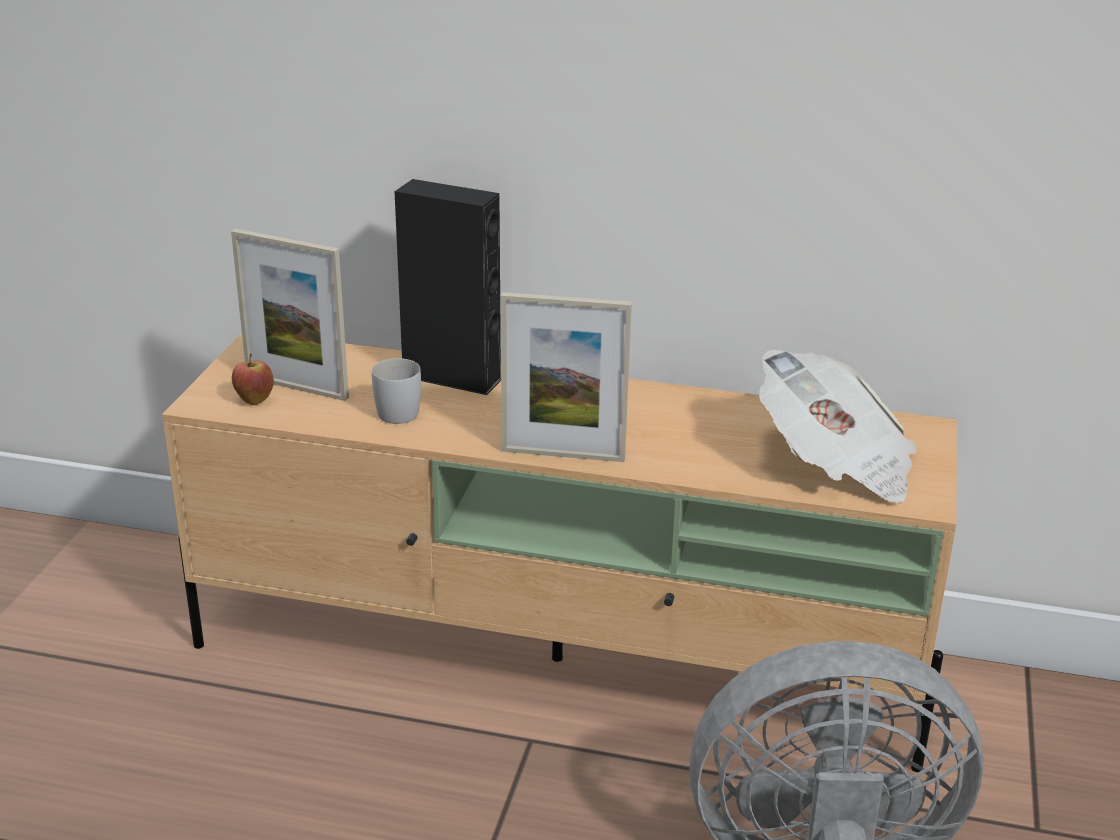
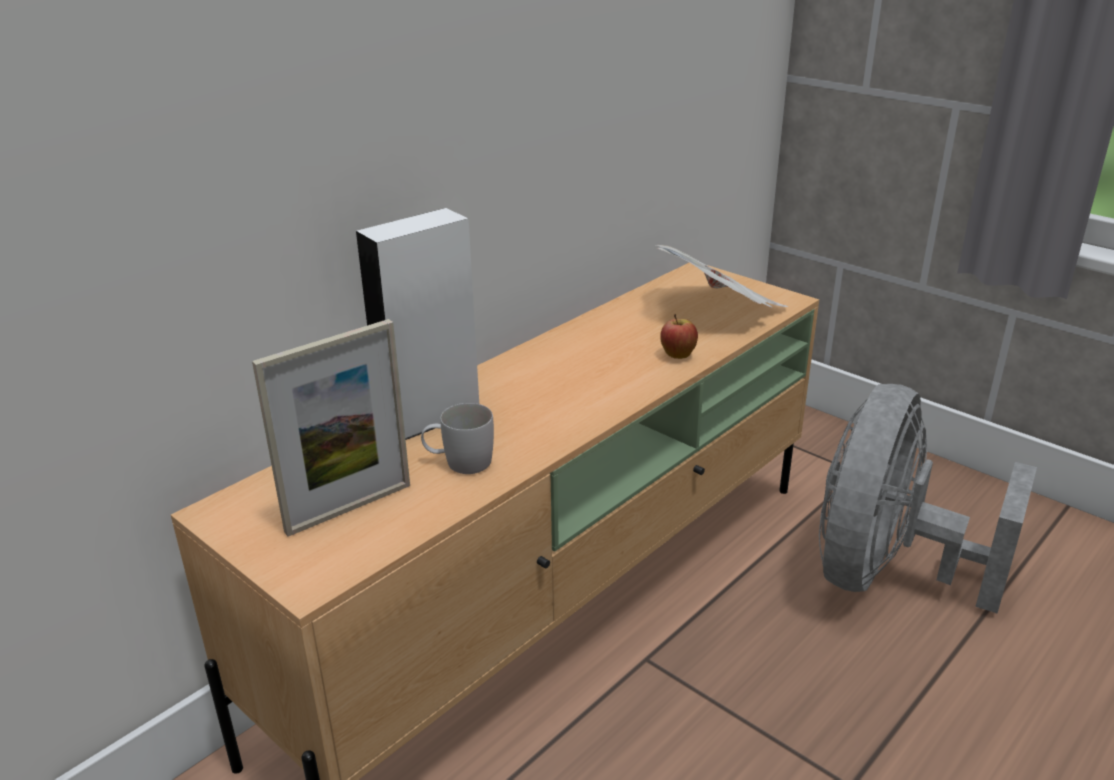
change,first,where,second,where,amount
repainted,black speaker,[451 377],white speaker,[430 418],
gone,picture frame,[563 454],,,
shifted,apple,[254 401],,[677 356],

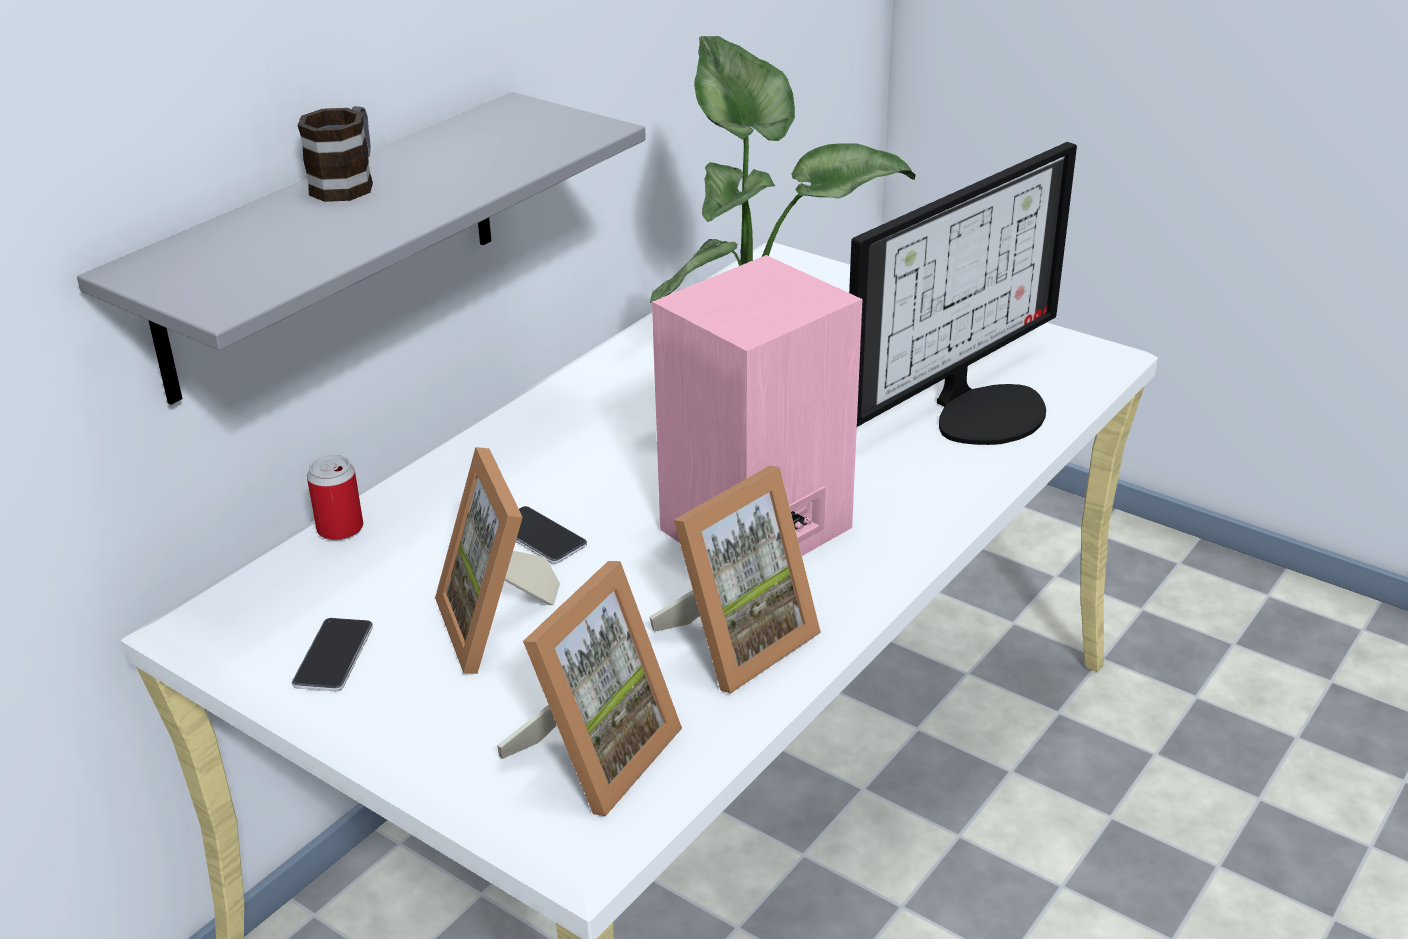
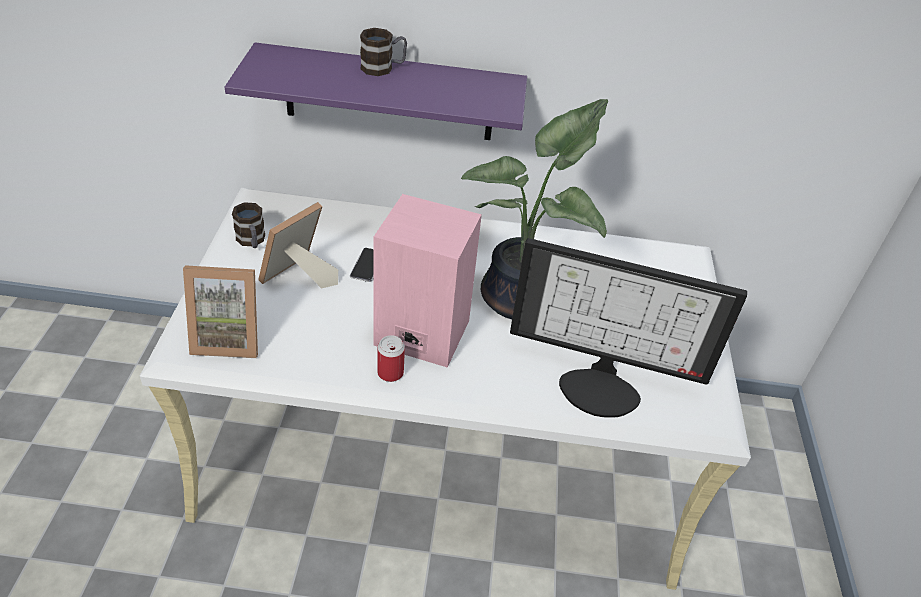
change,first,where,second,where,amount
repainted,grey shelf,[331 245],purple shelf,[389 93],
shifted,can,[340 529],,[390 373],
gone,picture frame,[736 641],,,
swapped,phone,[334 656],mug,[252 241],

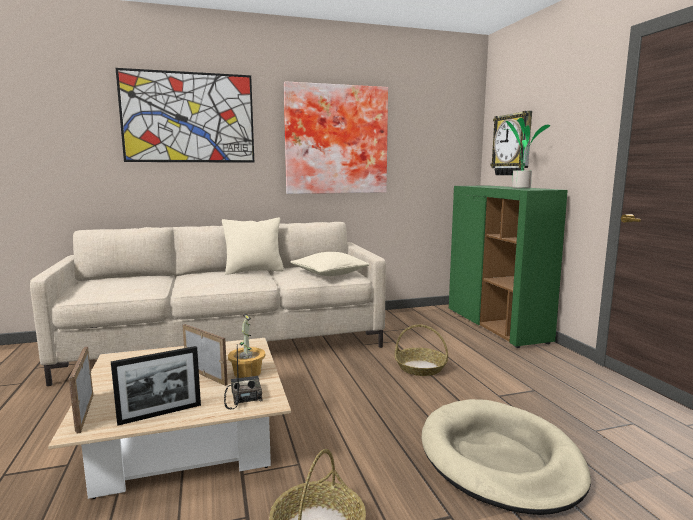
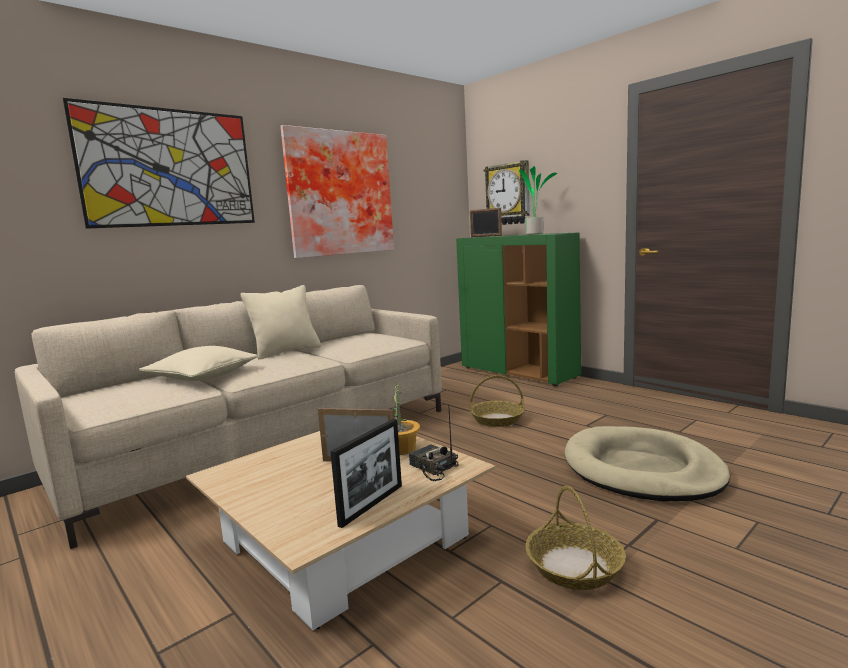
change,first,where,second,where,amount
shifted,beige pillow,[329 273],,[202 376],
shifted,picture frame,[85 413],,[485 236],

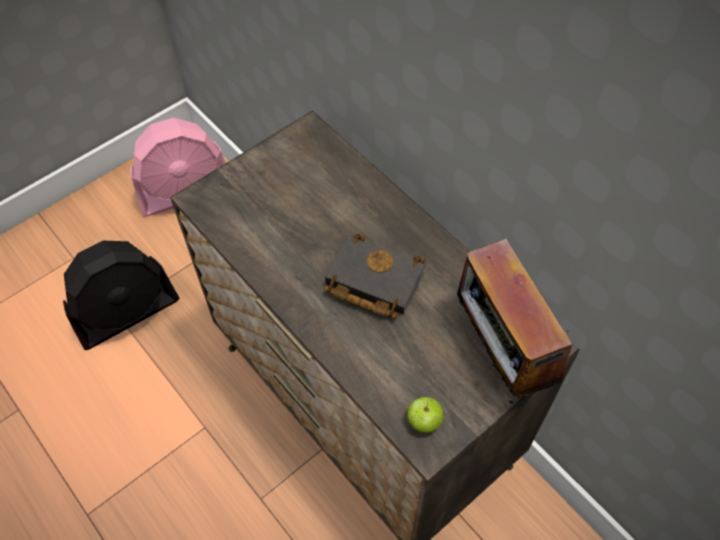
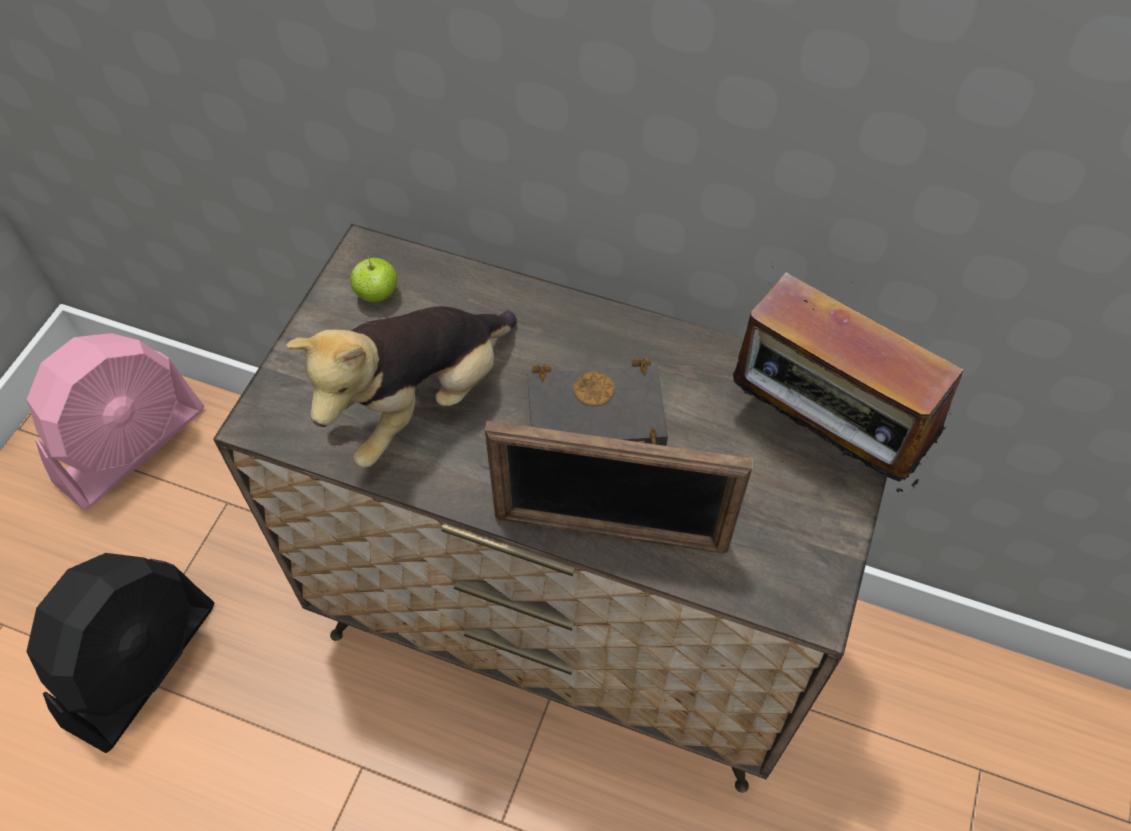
change,first,where,second,where,amount
shifted,apple,[424 421],,[377 294],
new,,,plush toy,[420 403],
new,,,picture frame,[610 532],

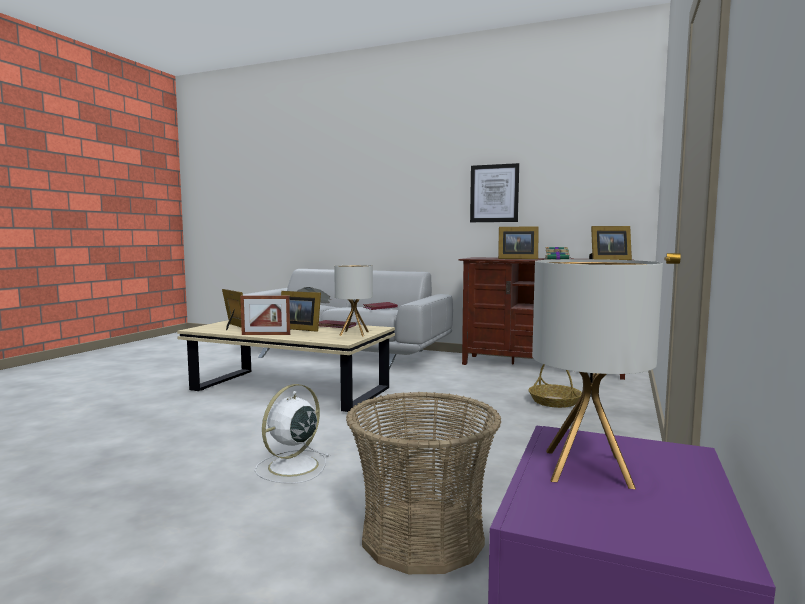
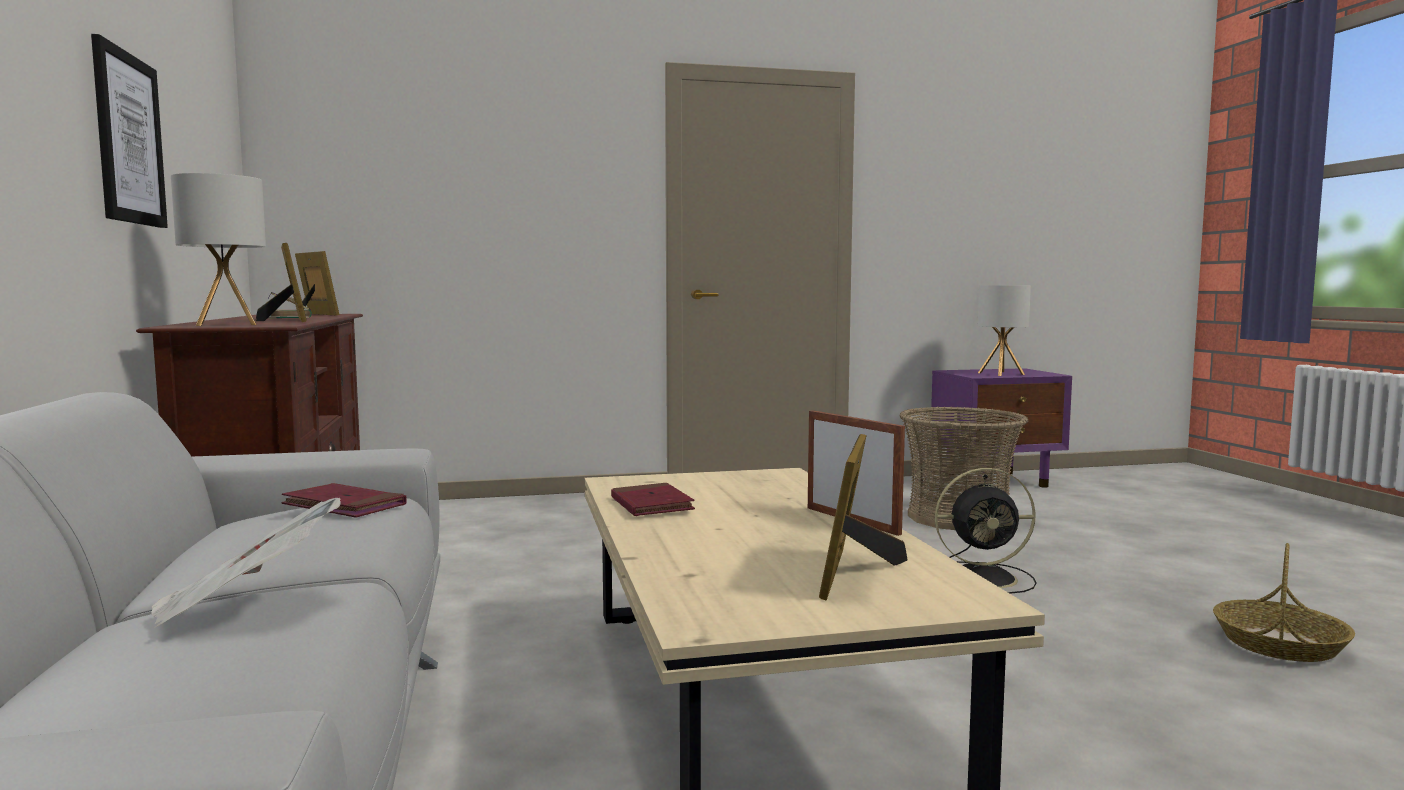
change,first,where,second,where,amount
shifted,table lamp,[354 333],,[227 324],
gone,picture frame,[300 329],,,
shifted,basket,[555 402],,[1279 644],
repainted,white fan,[291 467],black fan,[985 578],

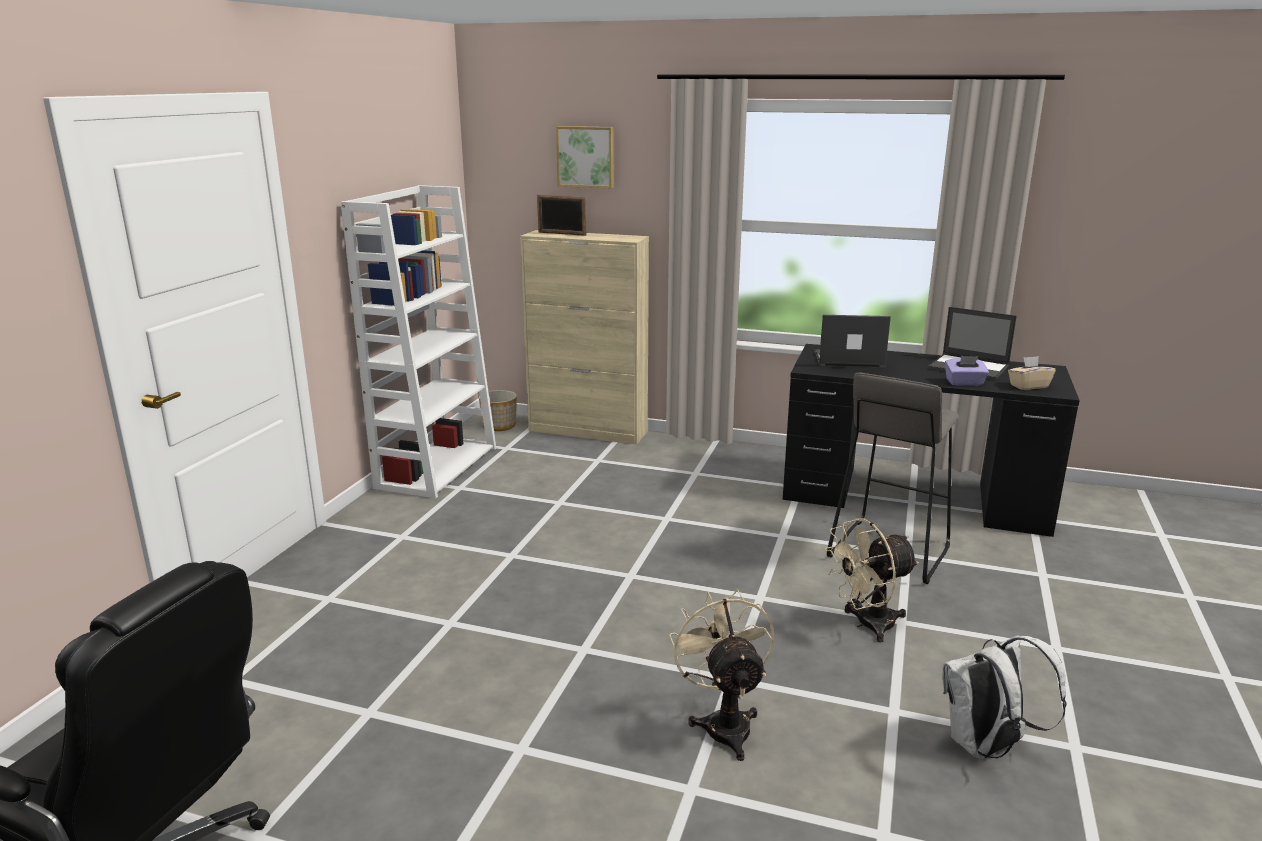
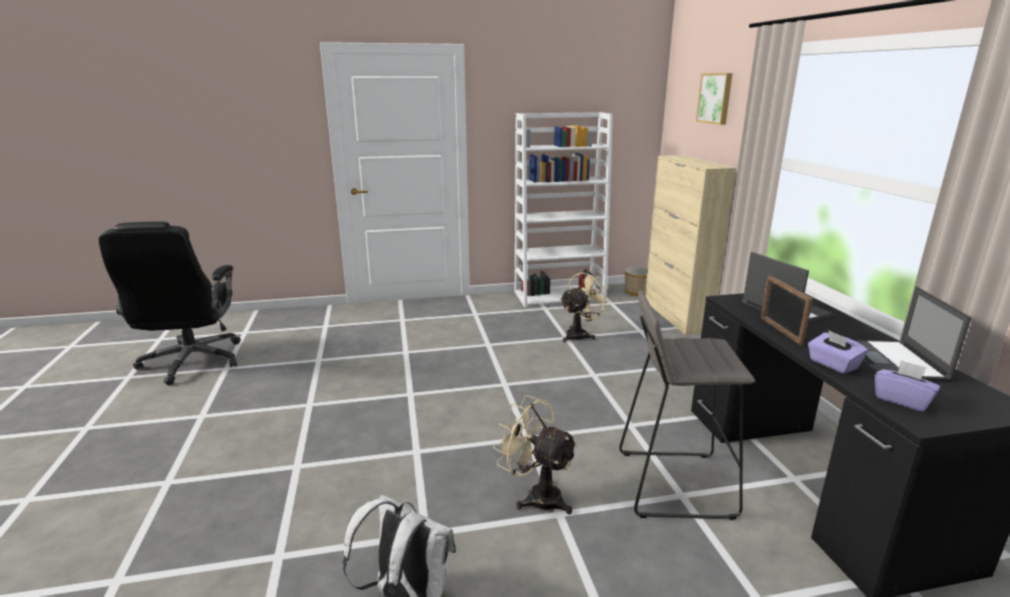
change,first,where,second,where,amount
shifted,picture frame,[562 234],,[780 331],
repainted,beige tissue box,[1028 386],purple tissue box,[902 400],
shifted,beige fan,[724 723],,[580 334],

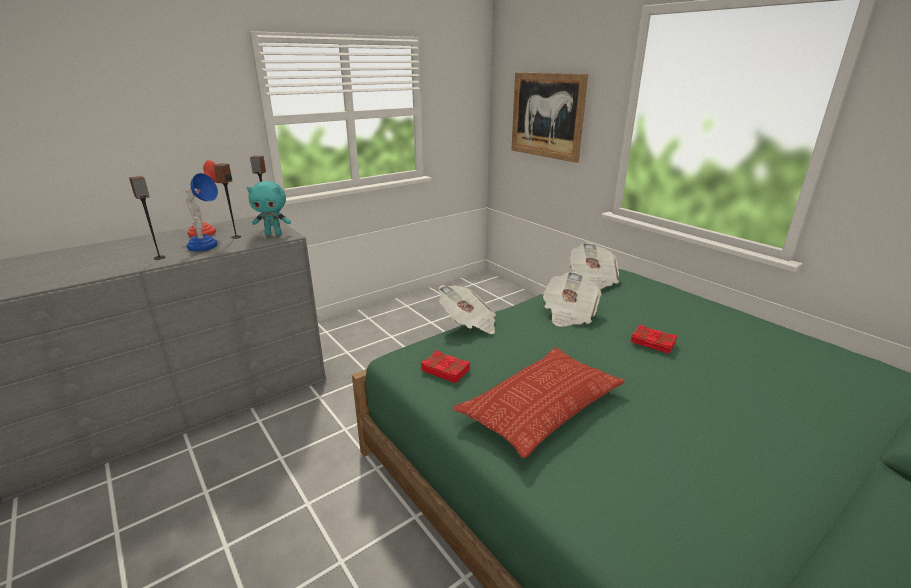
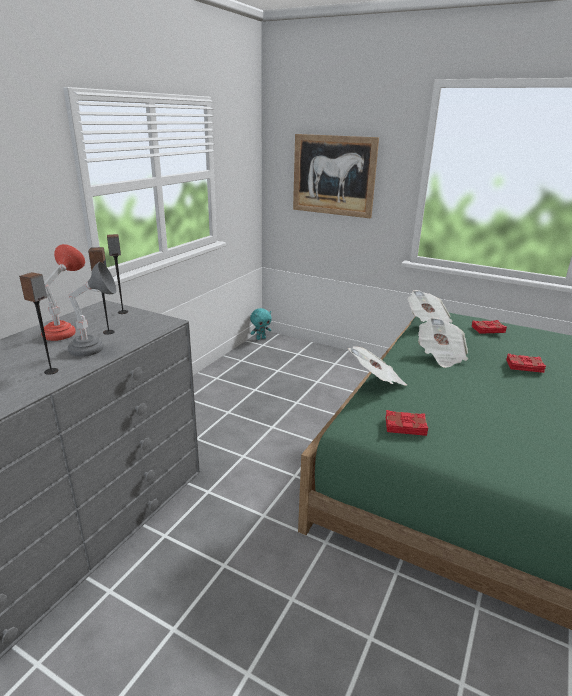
change,first,where,second,where,amount
repainted,blue table lamp,[208 248],grey table lamp,[96 350],
shifted,turquoise plush toy,[274 234],,[261 338],
gone,pillow,[541 406],,,
new,,,red book,[487 329],

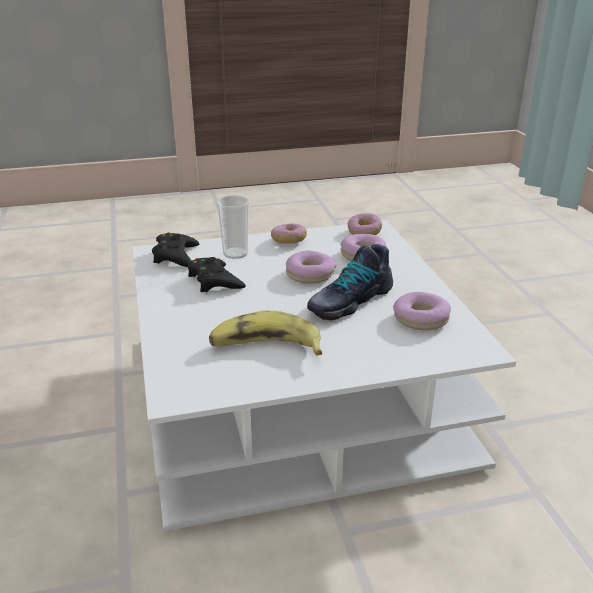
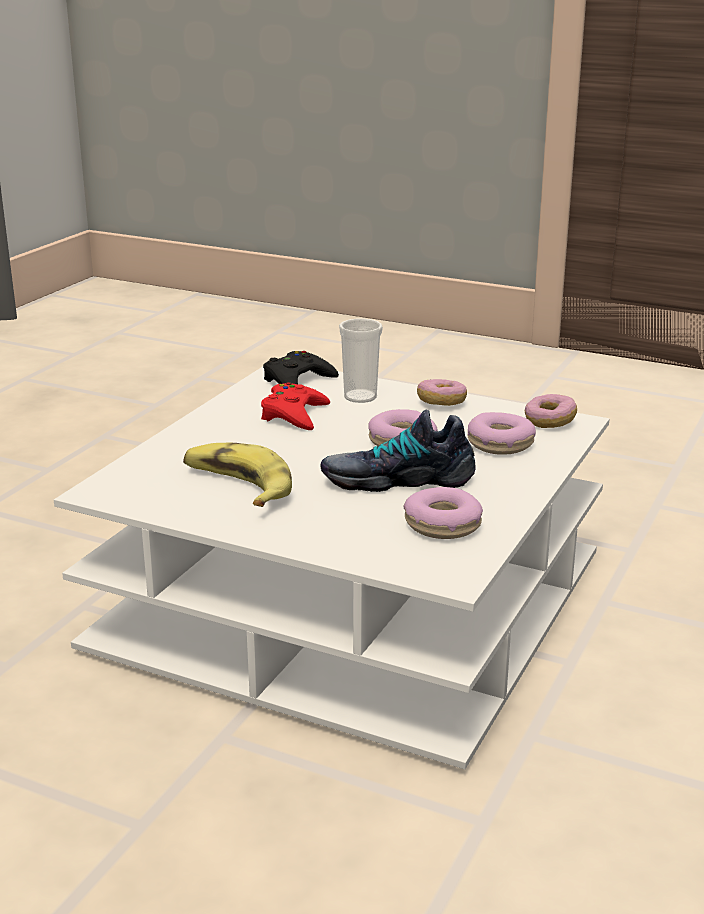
change,first,where,second,where,amount
repainted,black game controller,[214 281],red game controller,[294 415],

